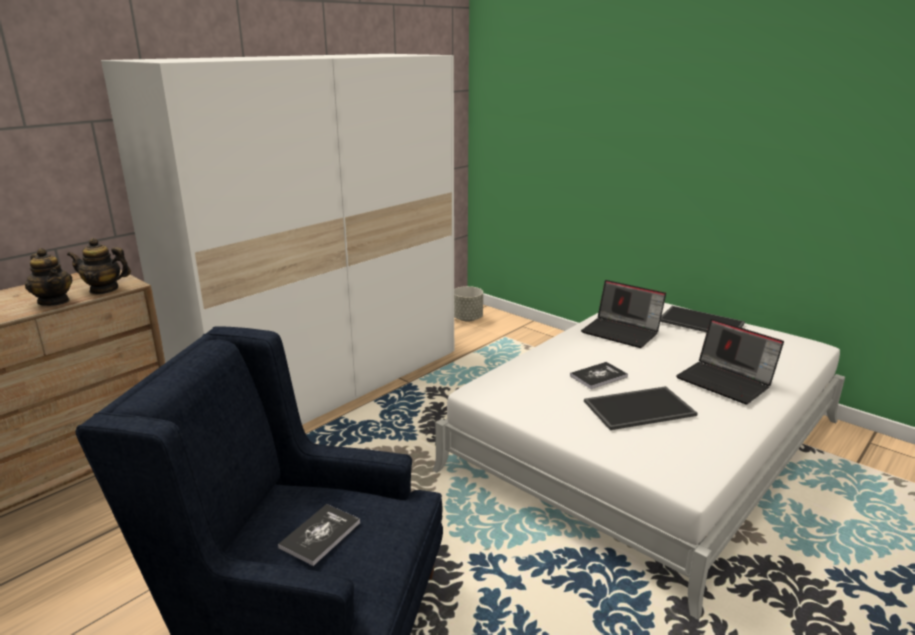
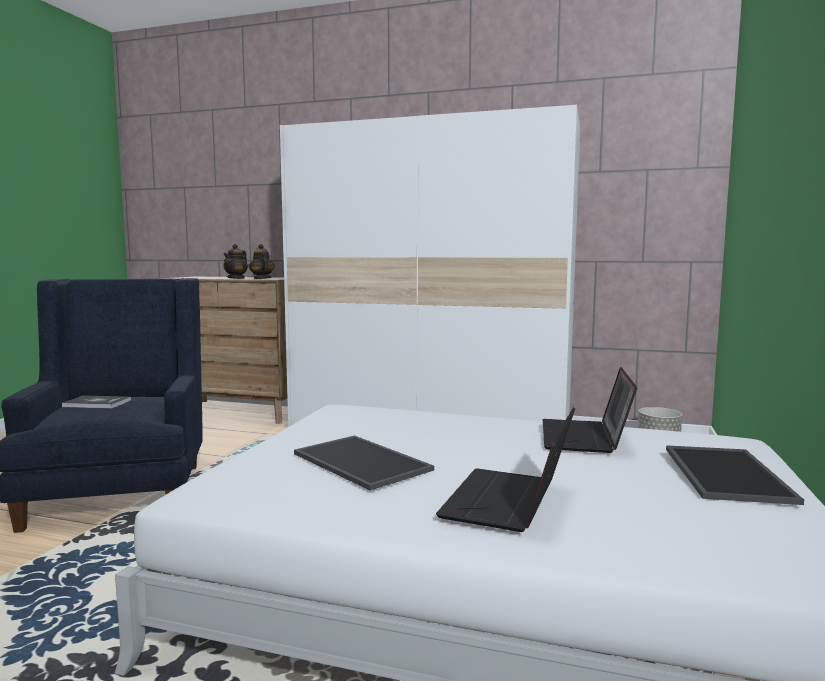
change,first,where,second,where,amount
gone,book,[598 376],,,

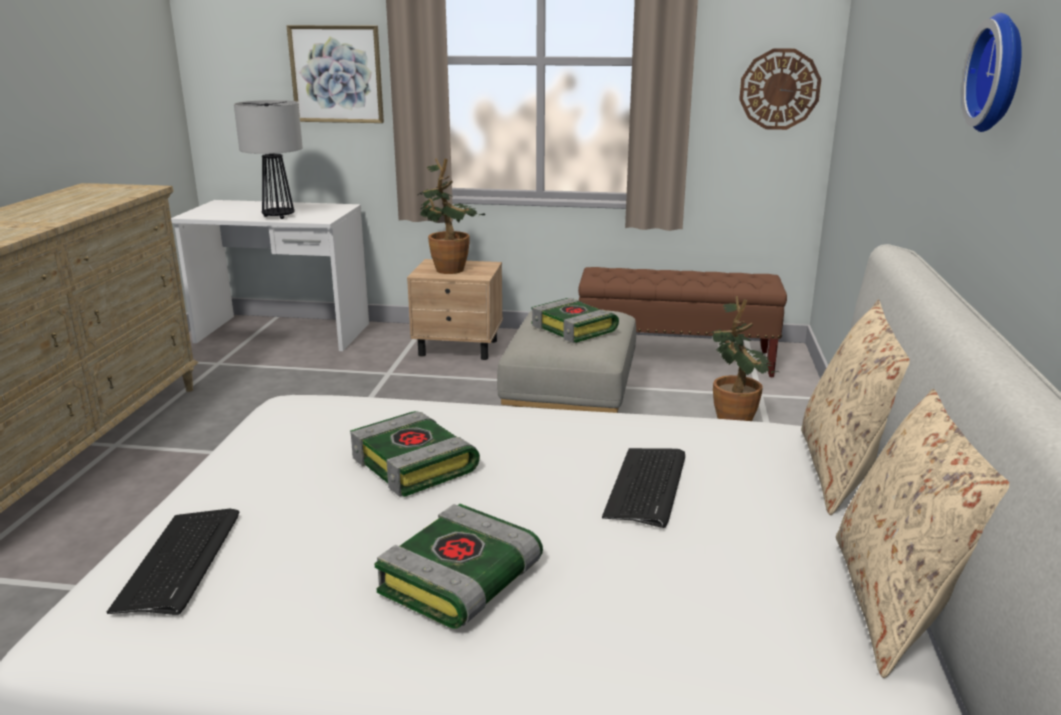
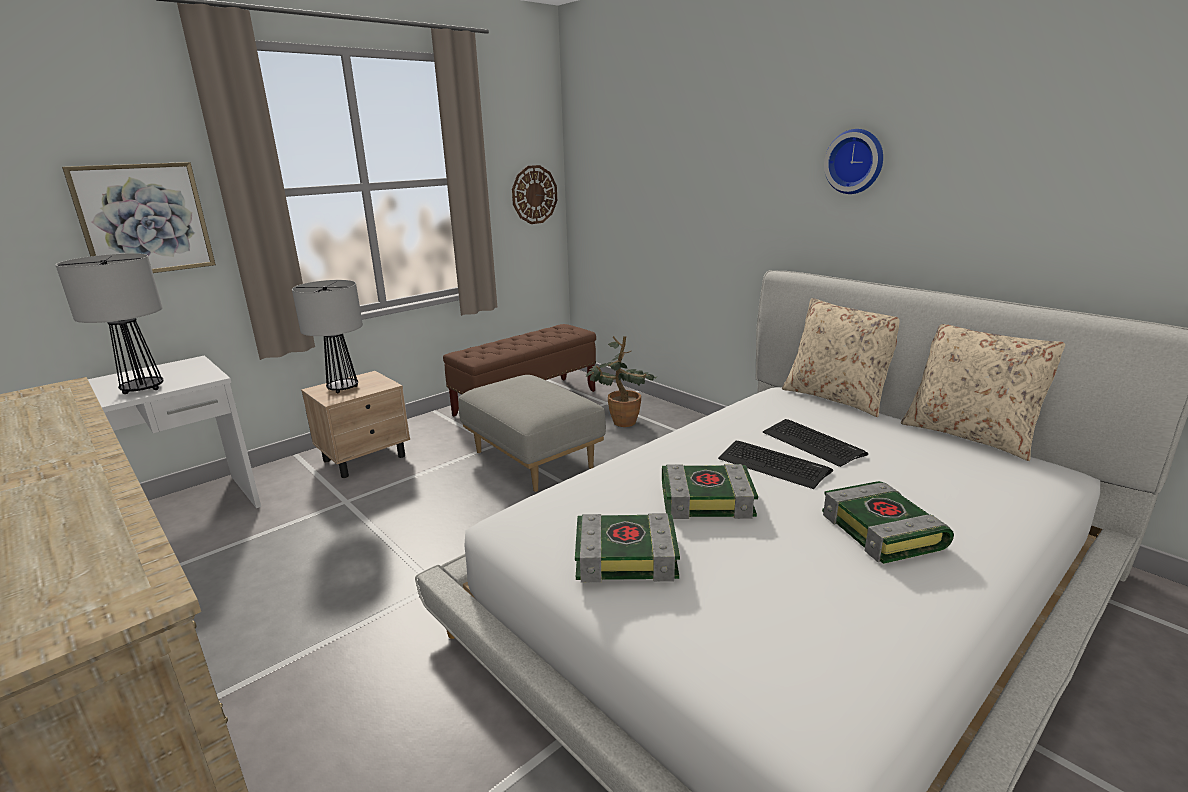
change,first,where,second,where,amount
swapped,potted plant,[448 268],table lamp,[343 388],
shifted,book,[575 329],,[627 556],
shifted,keyboard,[180 562],,[773 465],

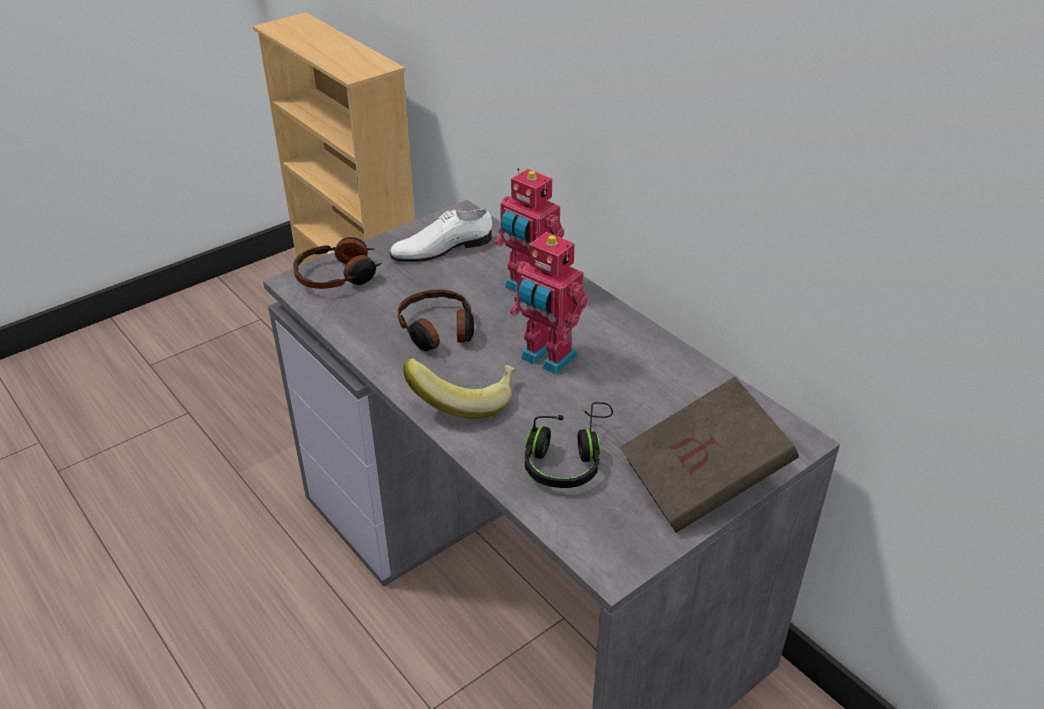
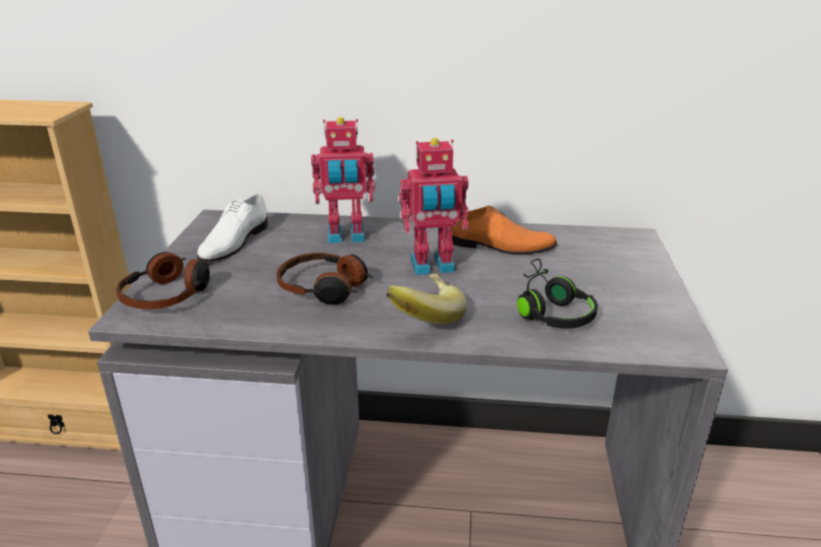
change,first,where,second,where,amount
gone,brown book,[702 480],,,
new,,,orange shoe,[500 245],

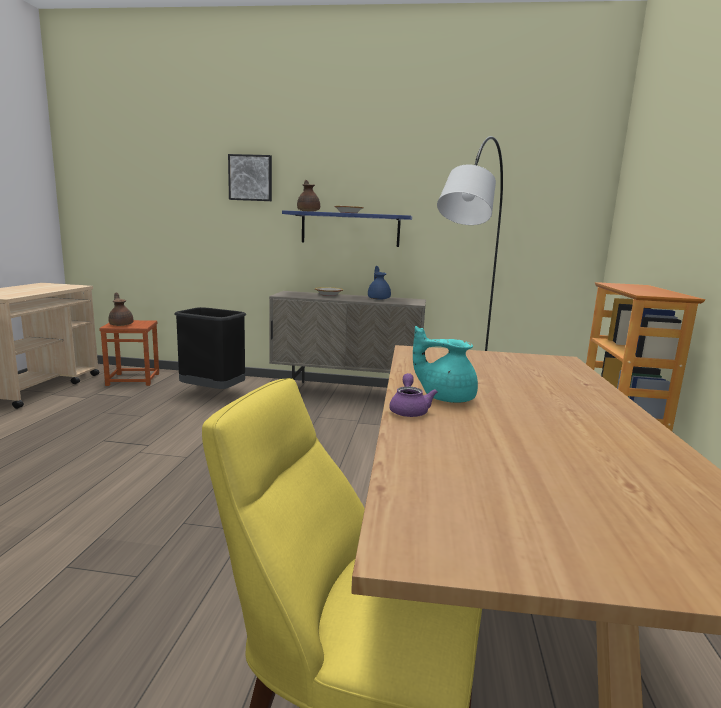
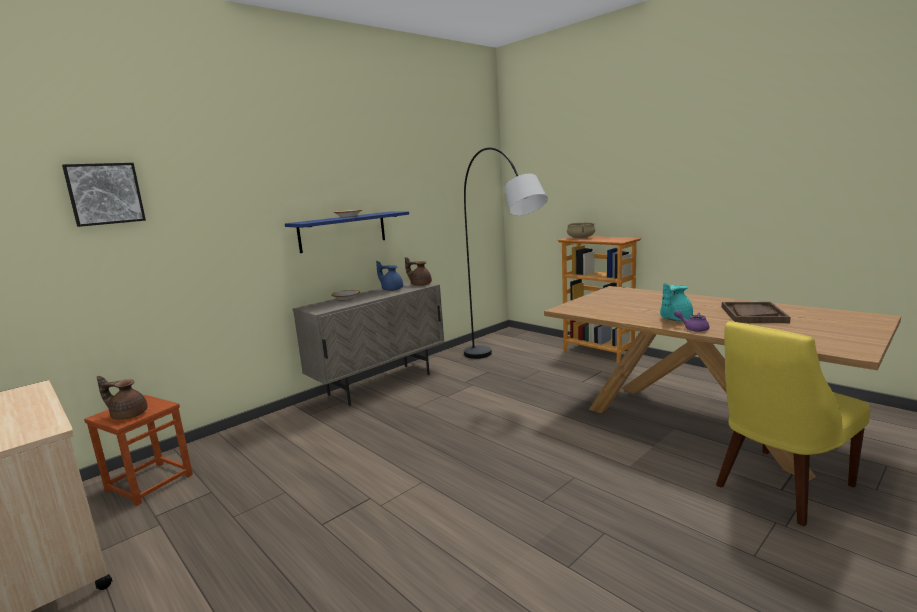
change,first,where,second,where,amount
shifted,picture,[251 178],,[105 194],
shifted,brown teapot,[308 211],,[420 284],
gone,black trash can,[213 392],,,
new,,,beige cooking pot,[581 238],
new,,,brown tray,[753 314],

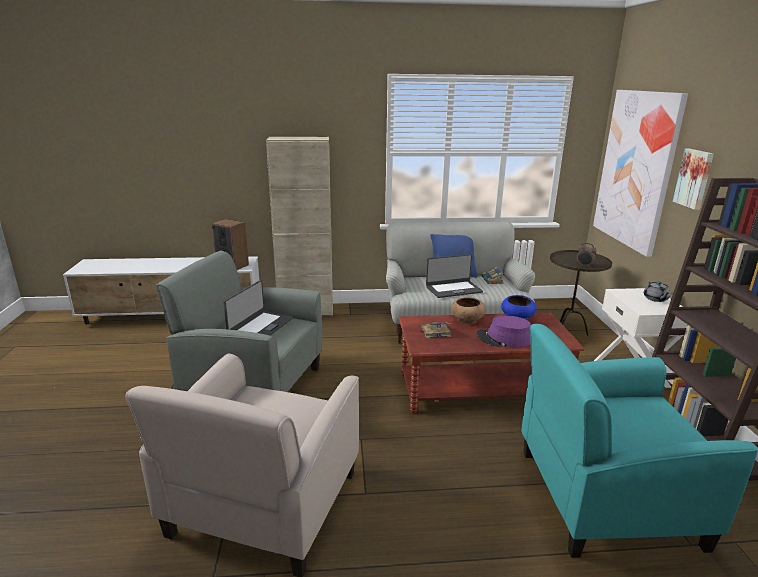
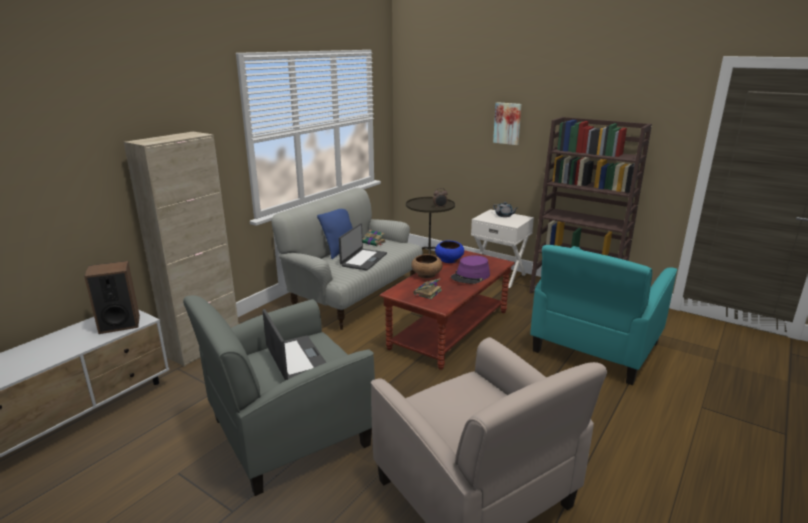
change,first,where,second,where,amount
gone,picture,[636 169],,,

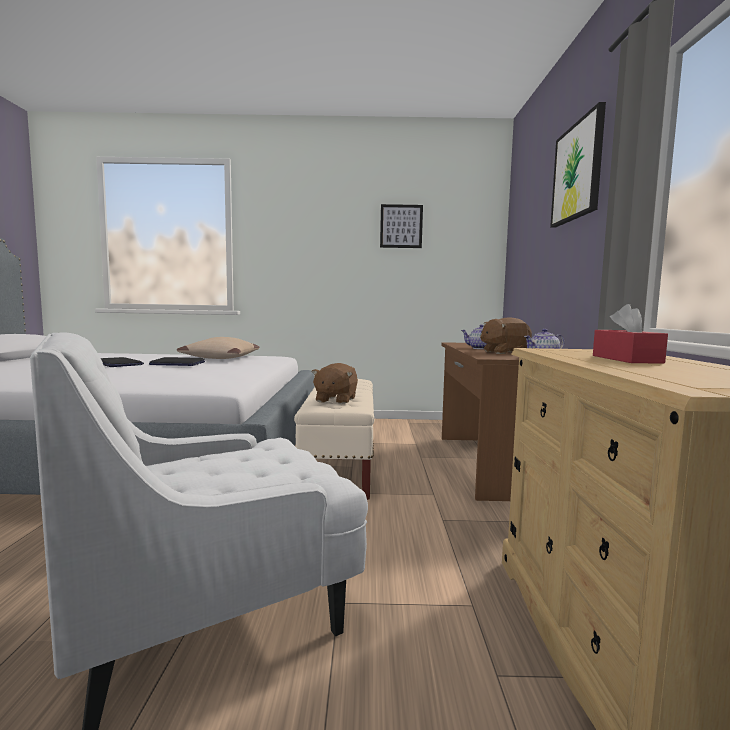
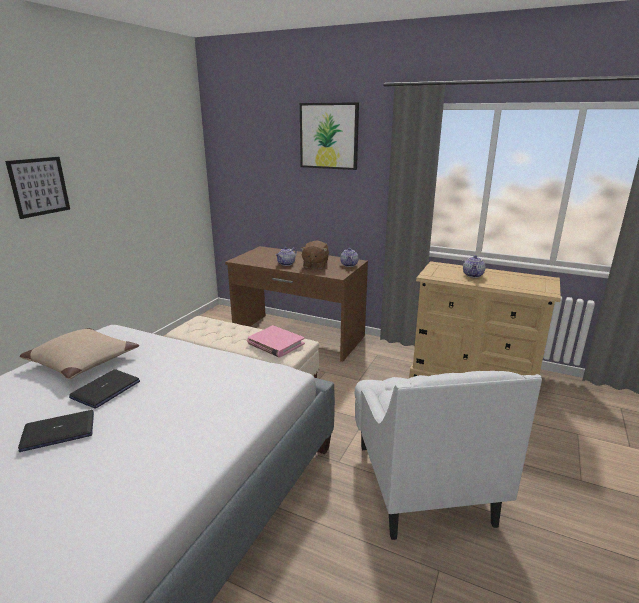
change,first,where,second,where,amount
shifted,picture,[401 226],,[39 186],
swapped,red tissue box,[626 359],teapot,[473 275],
swapped,brown plush toy,[335 400],pink book,[275 344],

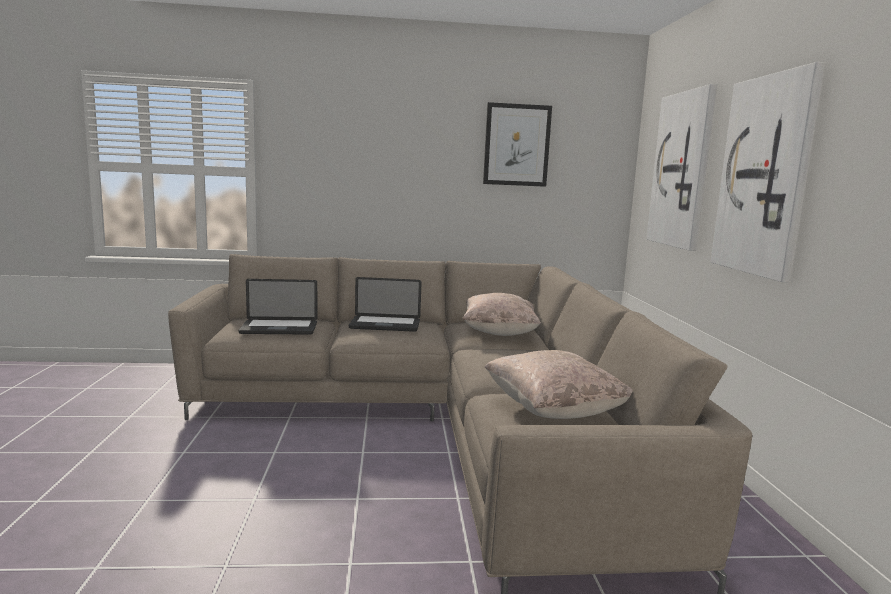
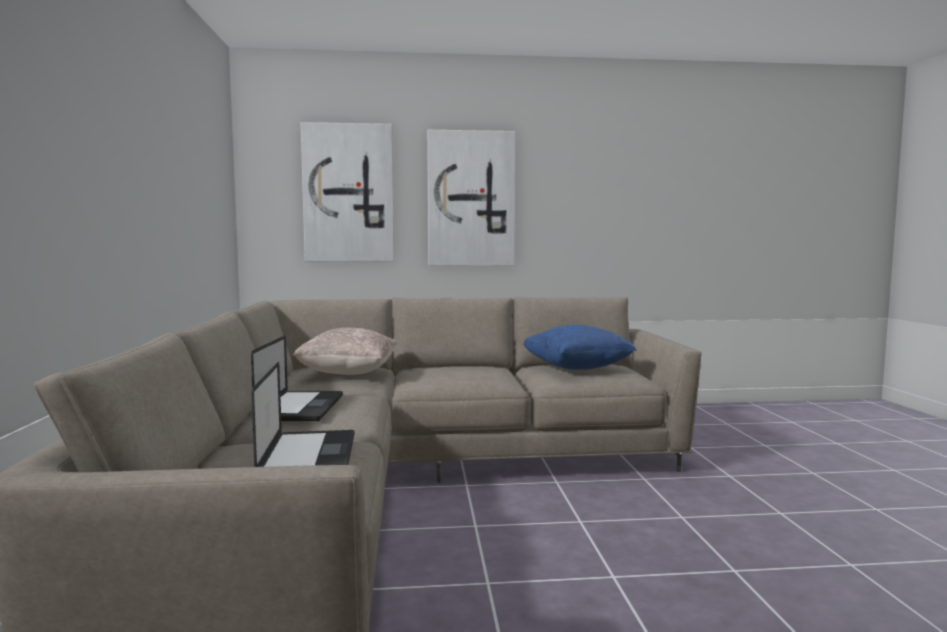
change,first,where,second,where,amount
gone,picture,[516 145],,,
repainted,beige pillow,[553 411],blue pillow,[576 369],

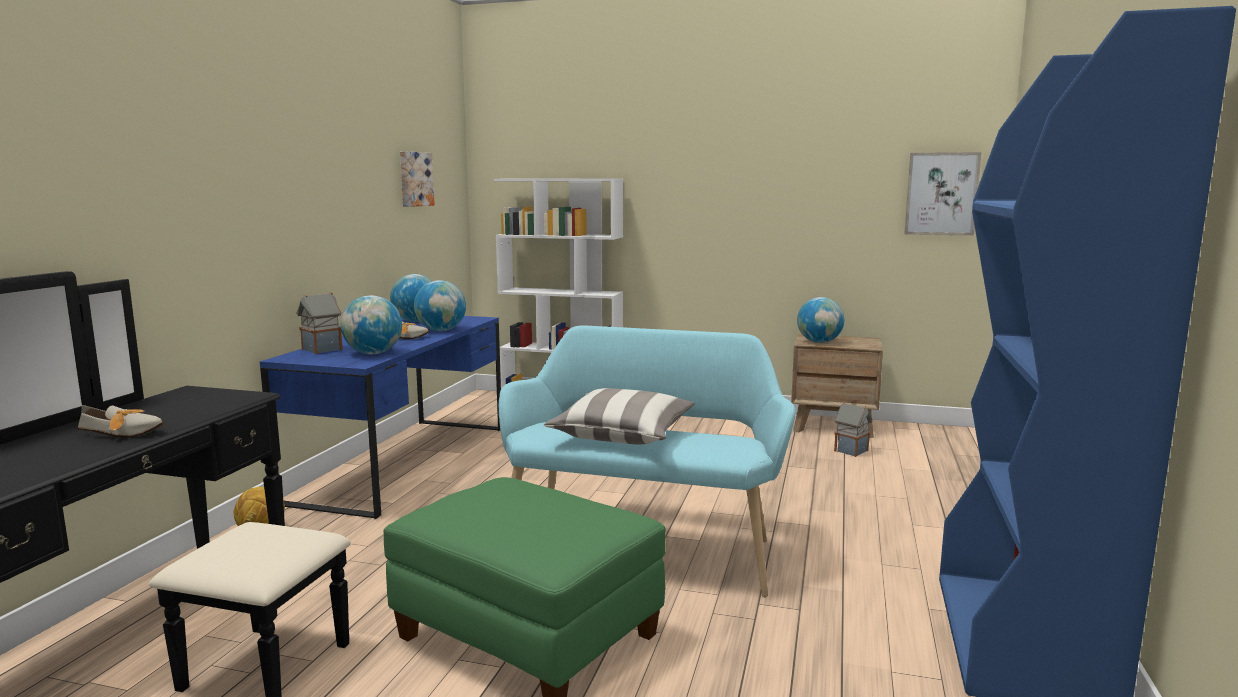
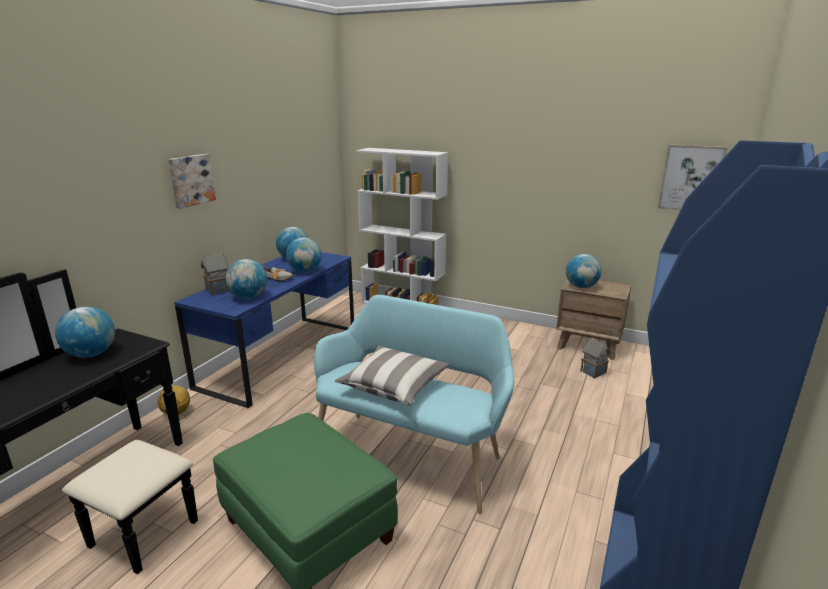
change,first,where,second,where,amount
shifted,picture,[414 179],,[191 180],
gone,shoe,[124 433],,,
new,,,globe,[91 354],

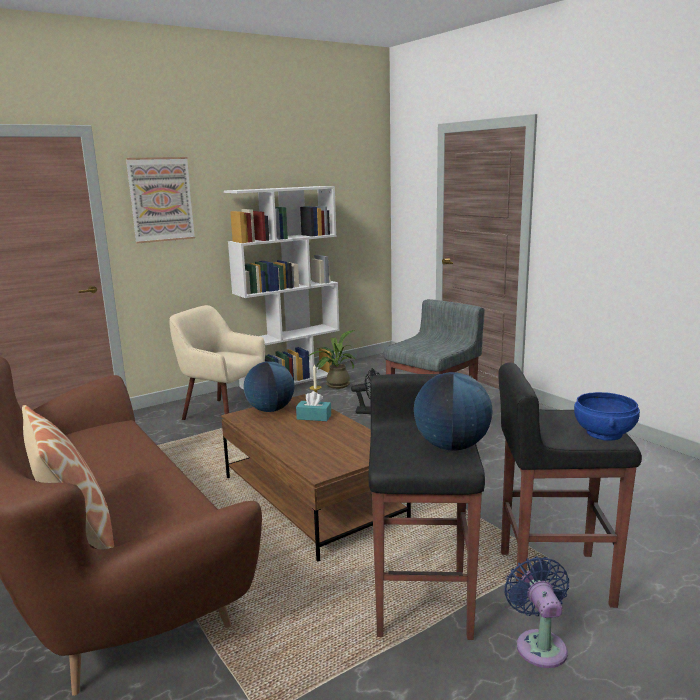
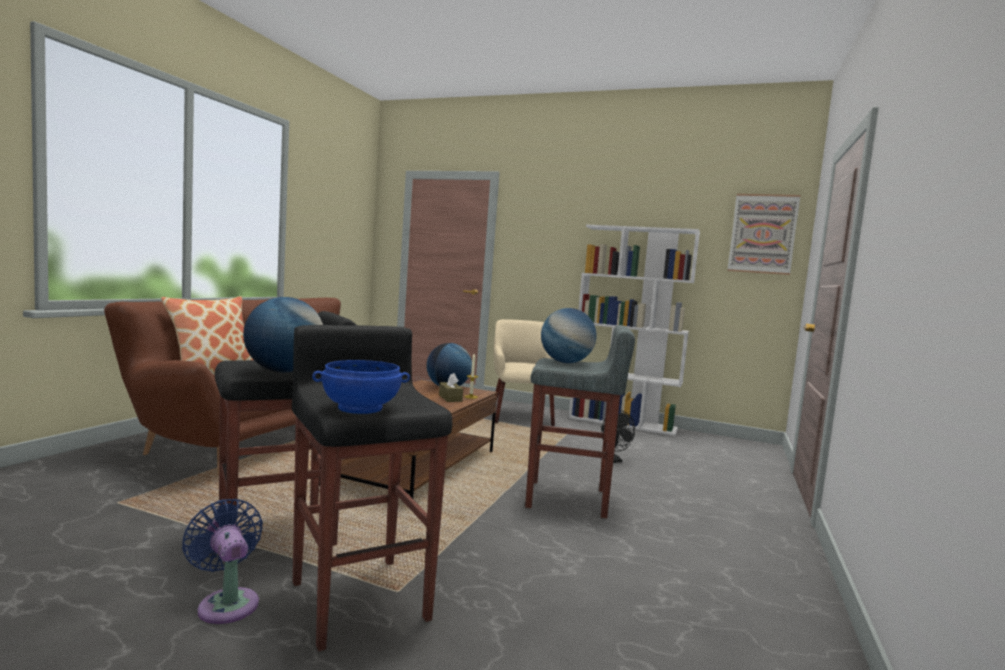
change,first,where,second,where,amount
shifted,picture,[161 199],,[762 234],
gone,potted plant,[335 385],,,
repainted,turquoise tissue box,[314 417],brown tissue box,[450 398],
rotated,blue fan,[539 644],,[227 603],90 degrees counterclockwise
new,,,globe,[566 362],

